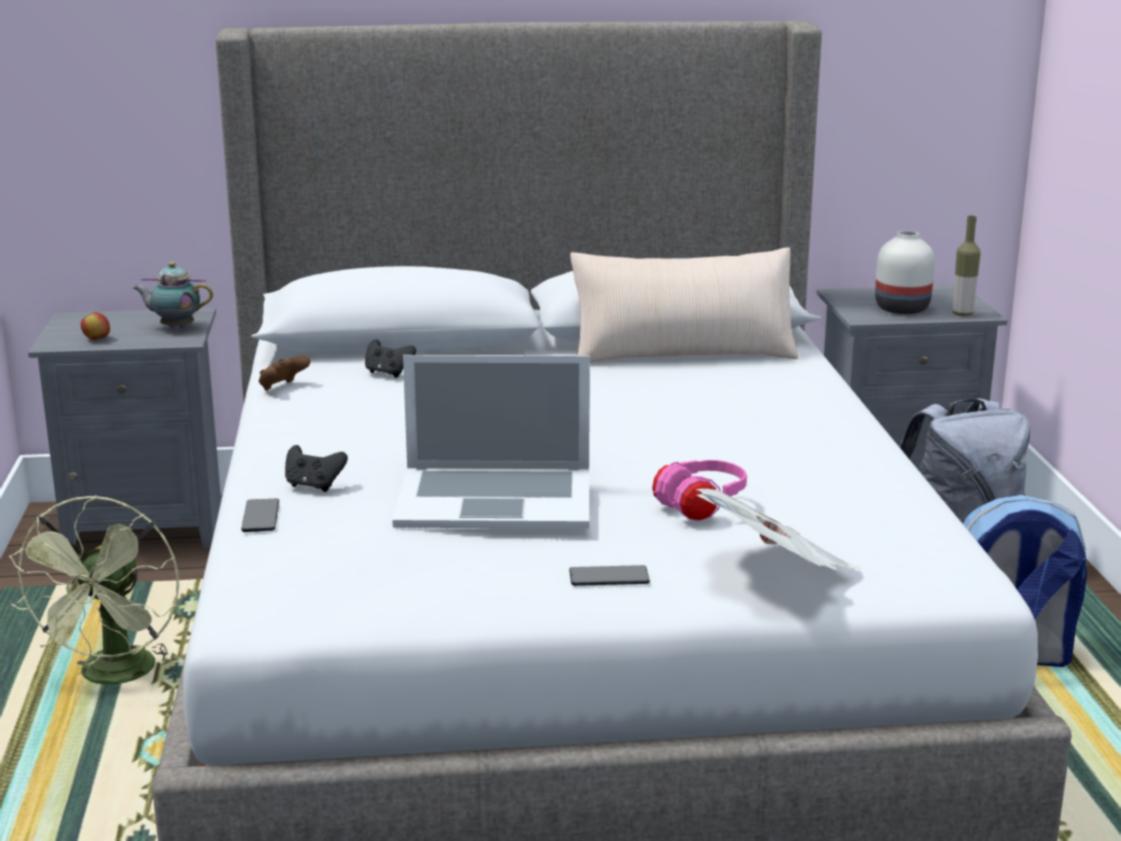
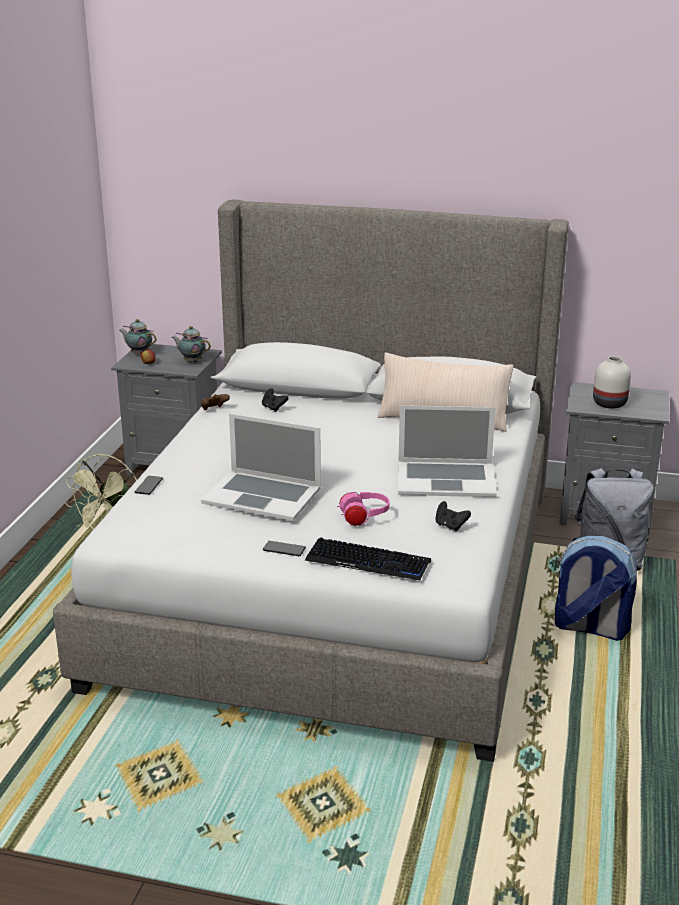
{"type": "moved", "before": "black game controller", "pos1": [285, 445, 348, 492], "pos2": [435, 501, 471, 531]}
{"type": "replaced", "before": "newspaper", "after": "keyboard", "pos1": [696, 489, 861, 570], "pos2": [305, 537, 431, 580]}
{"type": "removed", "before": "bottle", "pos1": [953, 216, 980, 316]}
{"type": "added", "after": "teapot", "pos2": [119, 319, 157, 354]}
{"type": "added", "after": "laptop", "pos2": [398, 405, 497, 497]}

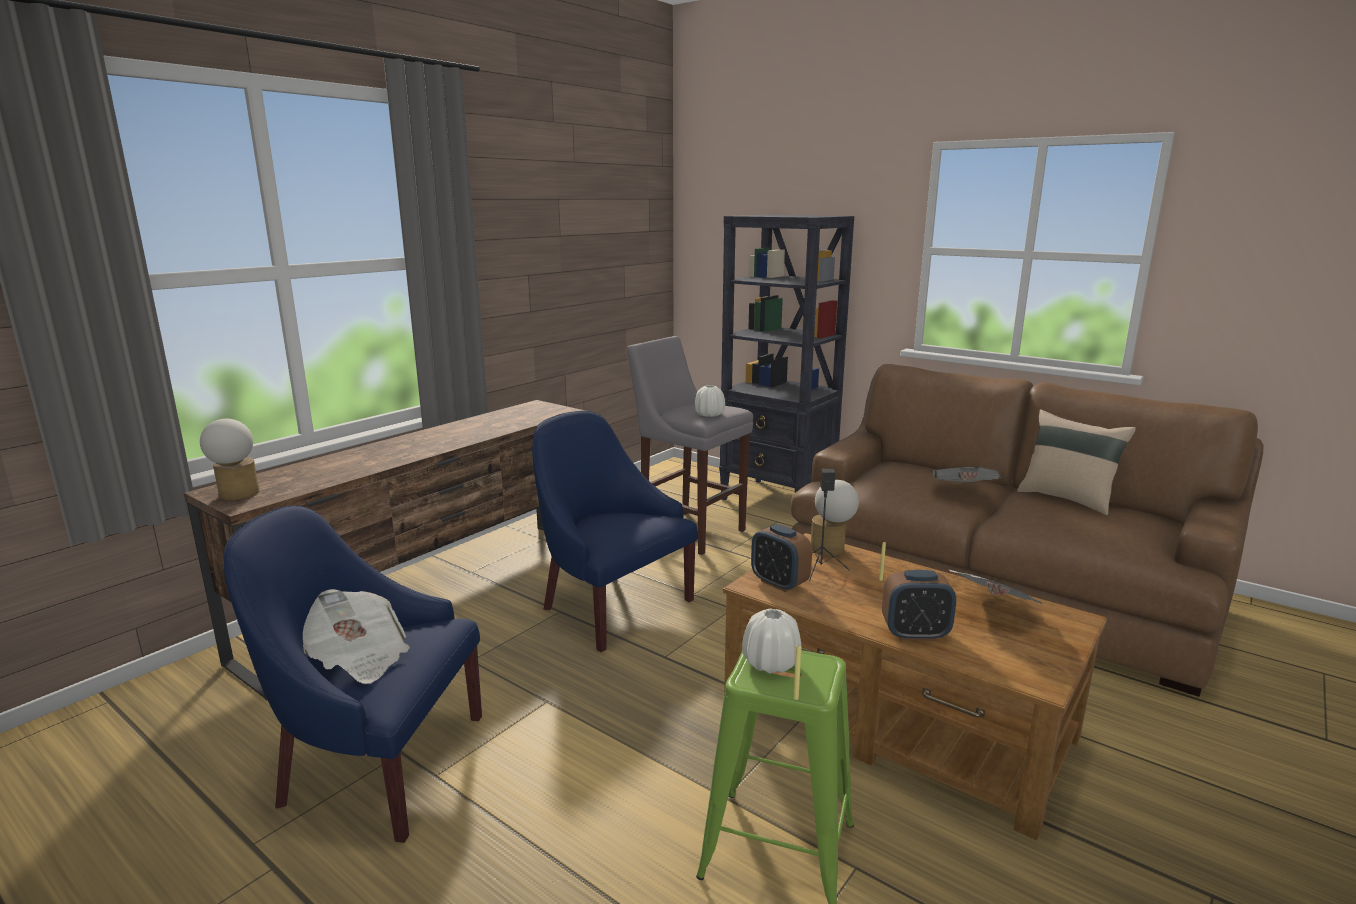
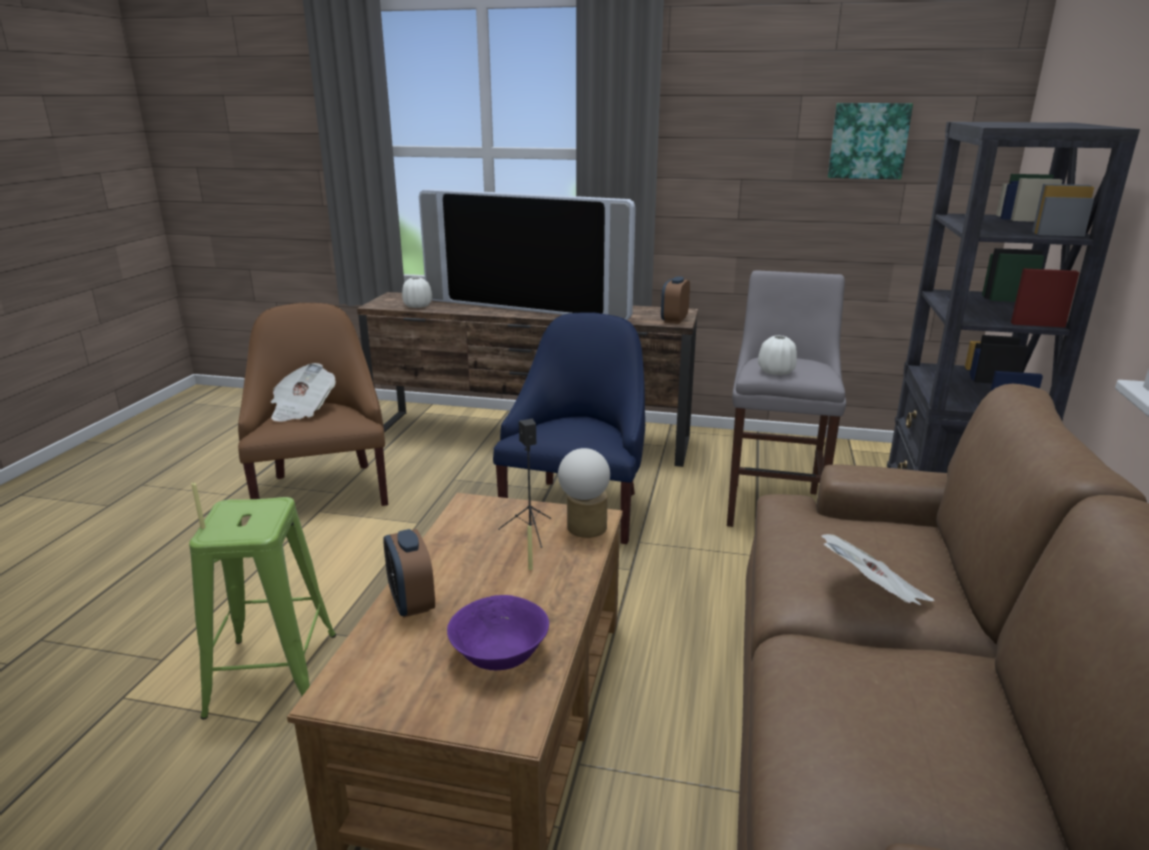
{"type": "removed", "before": "table lamp", "pos1": [200, 419, 259, 500]}
{"type": "recoloured", "before": "blue armchair", "after": "brown armchair", "pos1": [224, 506, 482, 843], "pos2": [238, 303, 388, 506]}
{"type": "moved", "before": "white vase", "pos1": [742, 609, 802, 674], "pos2": [402, 277, 432, 308]}
{"type": "moved", "before": "alarm clock", "pos1": [751, 524, 812, 592], "pos2": [661, 276, 690, 324]}
{"type": "replaced", "before": "newspaper", "after": "purple bowl", "pos1": [949, 570, 1043, 604], "pos2": [447, 595, 549, 670]}
{"type": "removed", "before": "beige pillow", "pos1": [1017, 409, 1136, 515]}
{"type": "added", "after": "television", "pos2": [419, 189, 636, 320]}
{"type": "added", "after": "picture", "pos2": [828, 103, 913, 179]}

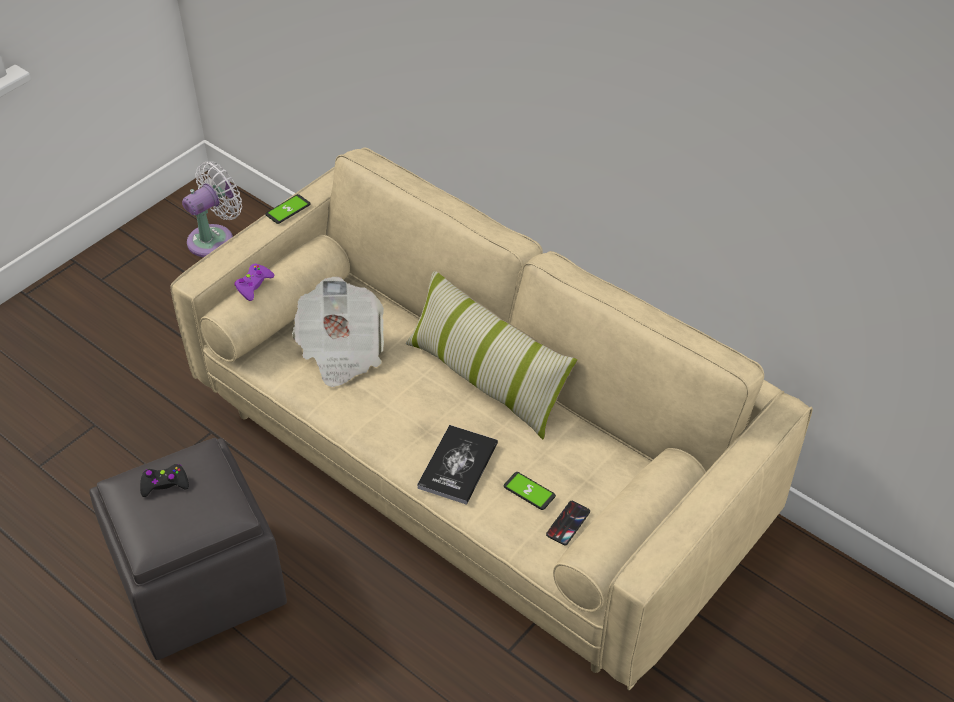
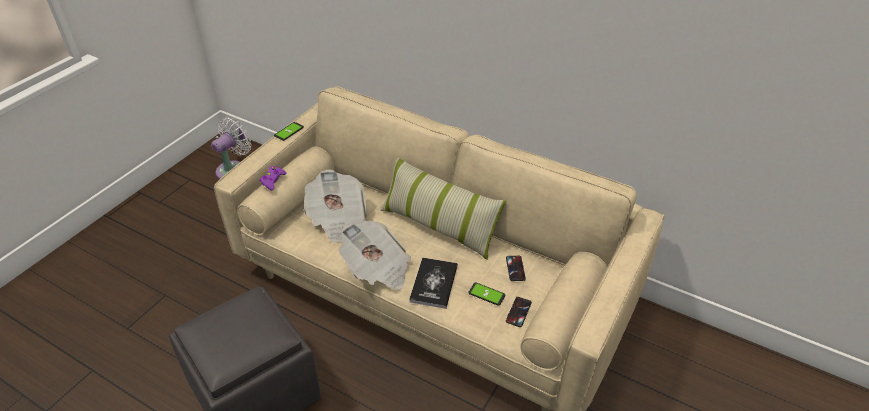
{"type": "removed", "before": "black game controller", "pos1": [140, 464, 189, 497]}
{"type": "added", "after": "newspaper", "pos2": [339, 221, 411, 290]}
{"type": "added", "after": "phone", "pos2": [506, 256, 526, 281]}

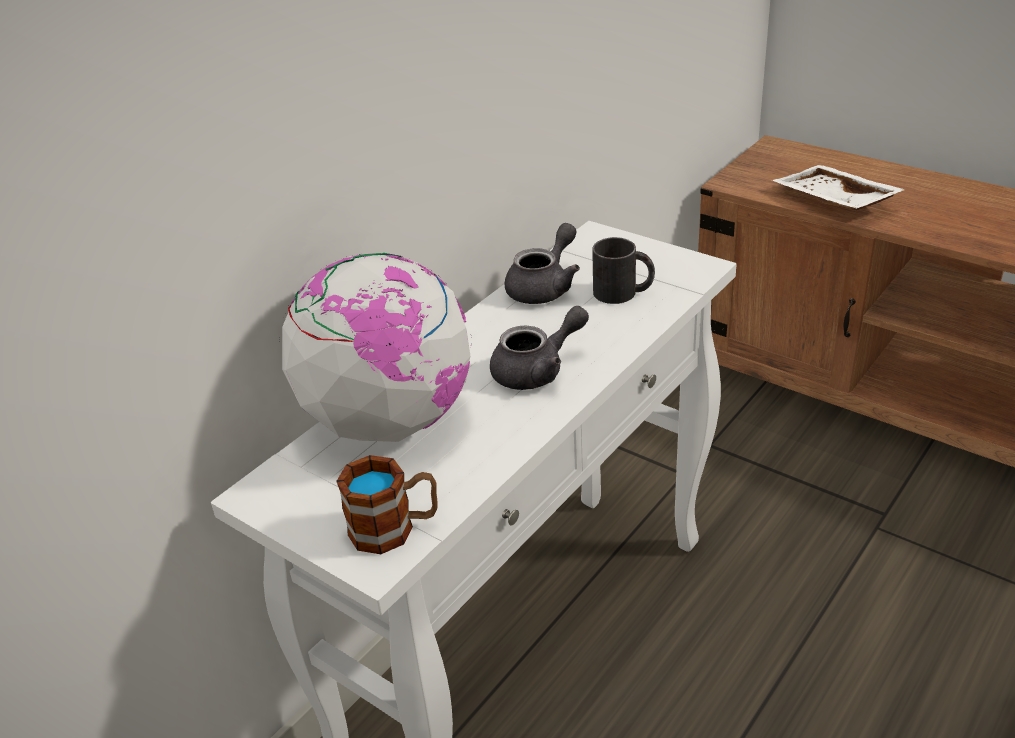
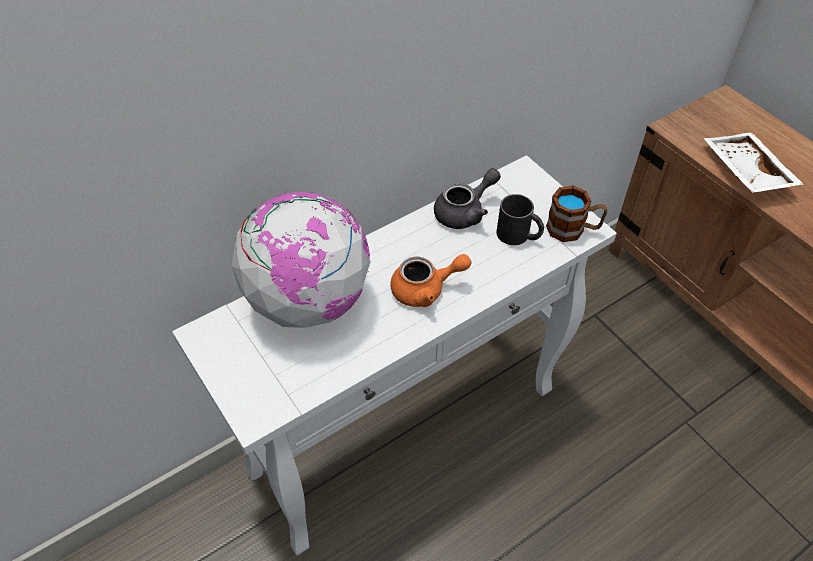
{"type": "moved", "before": "mug", "pos1": [336, 455, 437, 554], "pos2": [546, 186, 607, 242]}
{"type": "recoloured", "before": "grey teapot", "after": "orange teapot", "pos1": [490, 306, 589, 390], "pos2": [390, 254, 471, 307]}

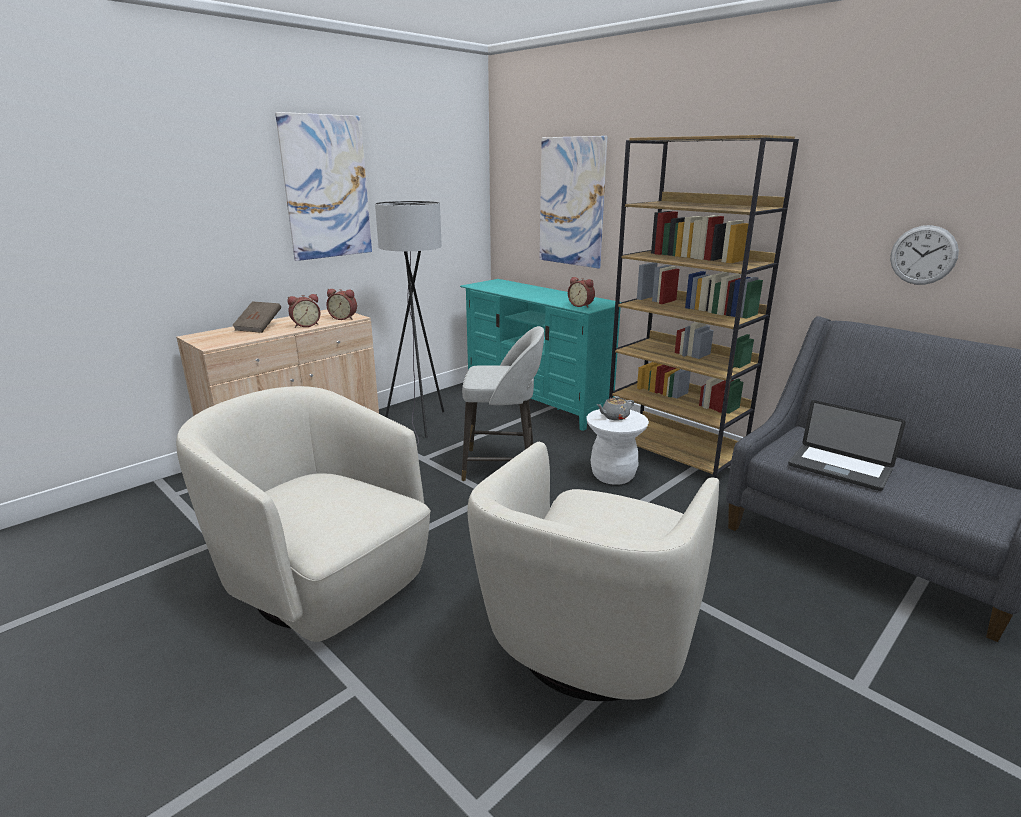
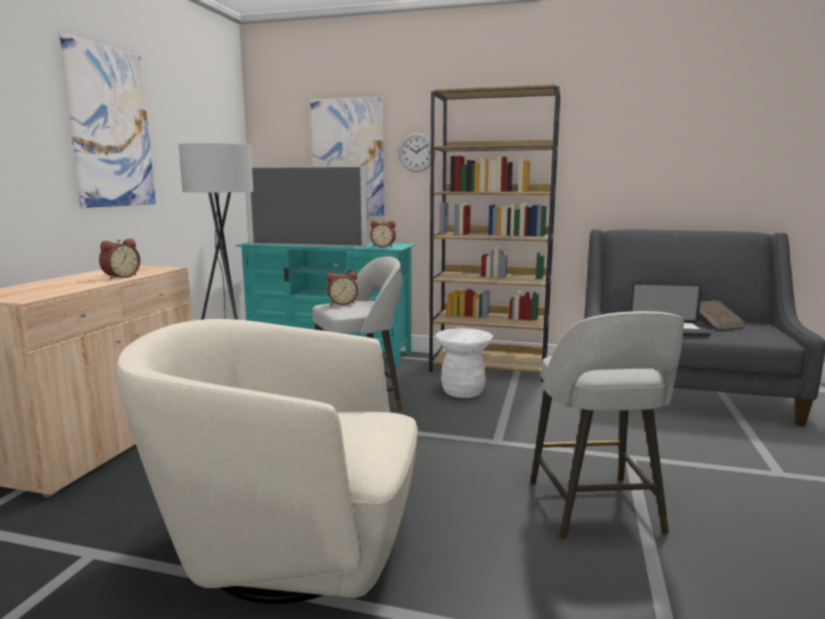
{"type": "moved", "before": "brown book", "pos1": [232, 301, 281, 333], "pos2": [699, 300, 746, 330]}
{"type": "moved", "before": "alarm clock", "pos1": [326, 289, 357, 320], "pos2": [326, 272, 358, 305]}
{"type": "replaced", "before": "beige armchair", "after": "grey stool", "pos1": [467, 442, 719, 701], "pos2": [531, 311, 684, 539]}
{"type": "removed", "before": "grey teapot", "pos1": [597, 396, 634, 421]}
{"type": "moved", "before": "wall clock", "pos1": [890, 225, 959, 285], "pos2": [399, 133, 436, 172]}
{"type": "added", "after": "television", "pos2": [245, 166, 368, 247]}

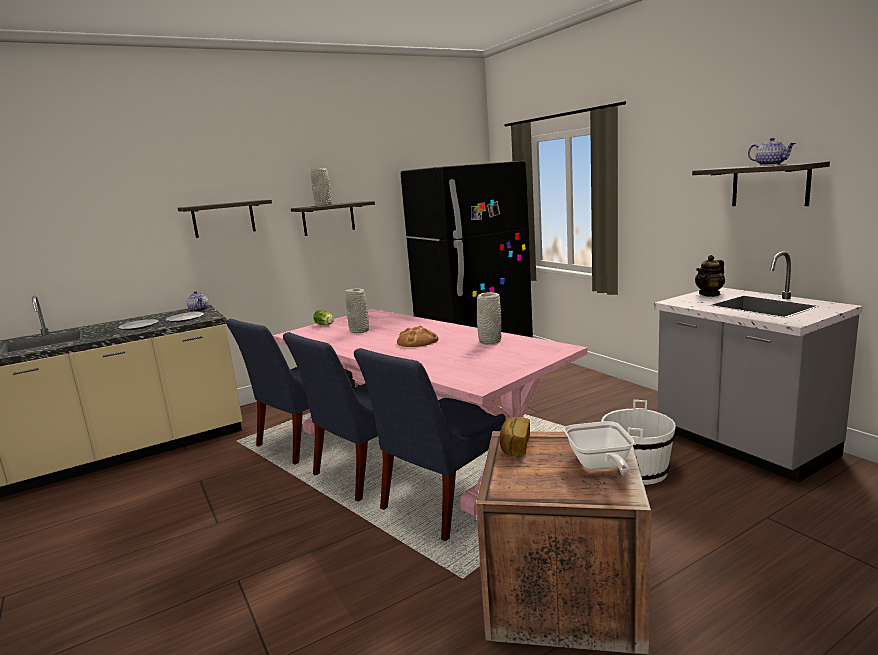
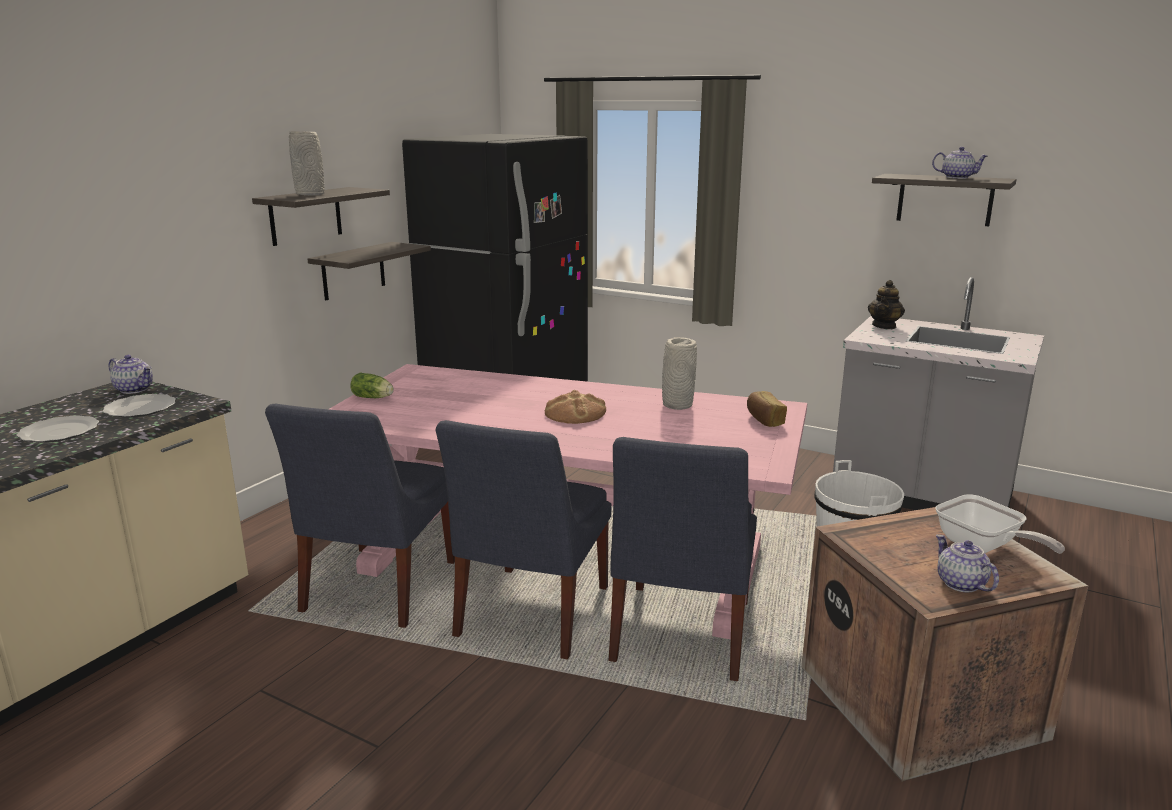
{"type": "moved", "before": "shelf", "pos1": [178, 200, 272, 238], "pos2": [307, 242, 431, 300]}
{"type": "removed", "before": "grey vase", "pos1": [345, 289, 369, 333]}
{"type": "moved", "before": "bread", "pos1": [500, 417, 530, 456], "pos2": [747, 391, 787, 427]}
{"type": "added", "after": "teapot", "pos2": [936, 534, 999, 592]}

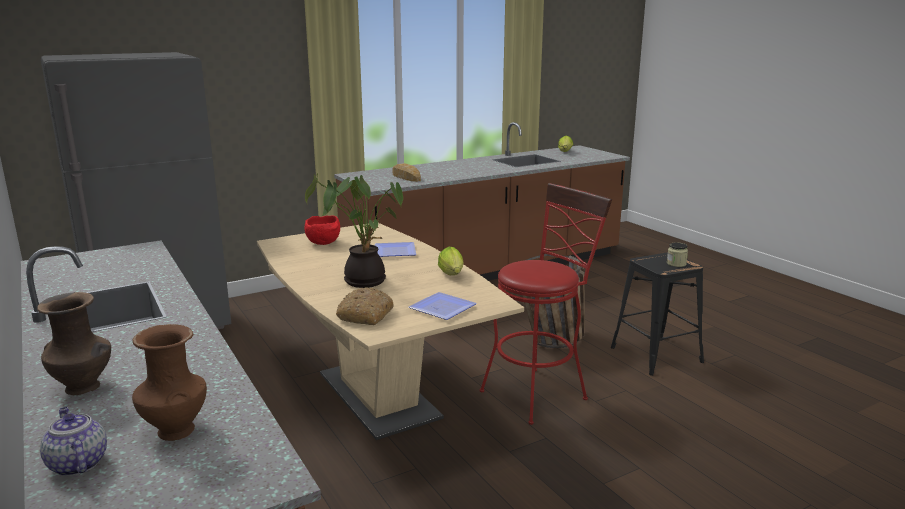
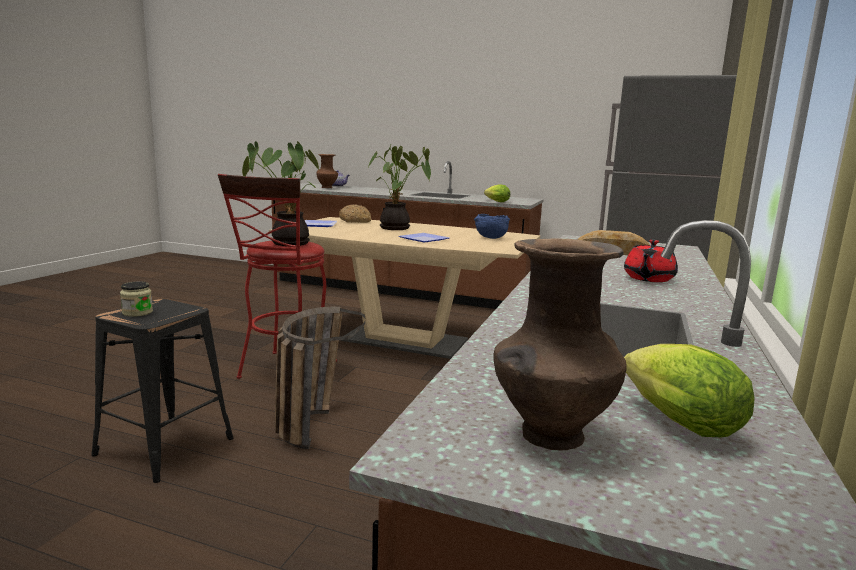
{"type": "moved", "before": "brown vase", "pos1": [37, 292, 111, 395], "pos2": [493, 238, 626, 450]}
{"type": "recoloured", "before": "red bowl", "after": "blue bowl", "pos1": [304, 215, 340, 245], "pos2": [474, 214, 510, 239]}
{"type": "moved", "before": "lettuce", "pos1": [438, 246, 464, 275], "pos2": [484, 184, 510, 202]}
{"type": "added", "after": "potted plant", "pos2": [242, 141, 320, 246]}
{"type": "added", "after": "red teapot", "pos2": [624, 240, 678, 282]}

